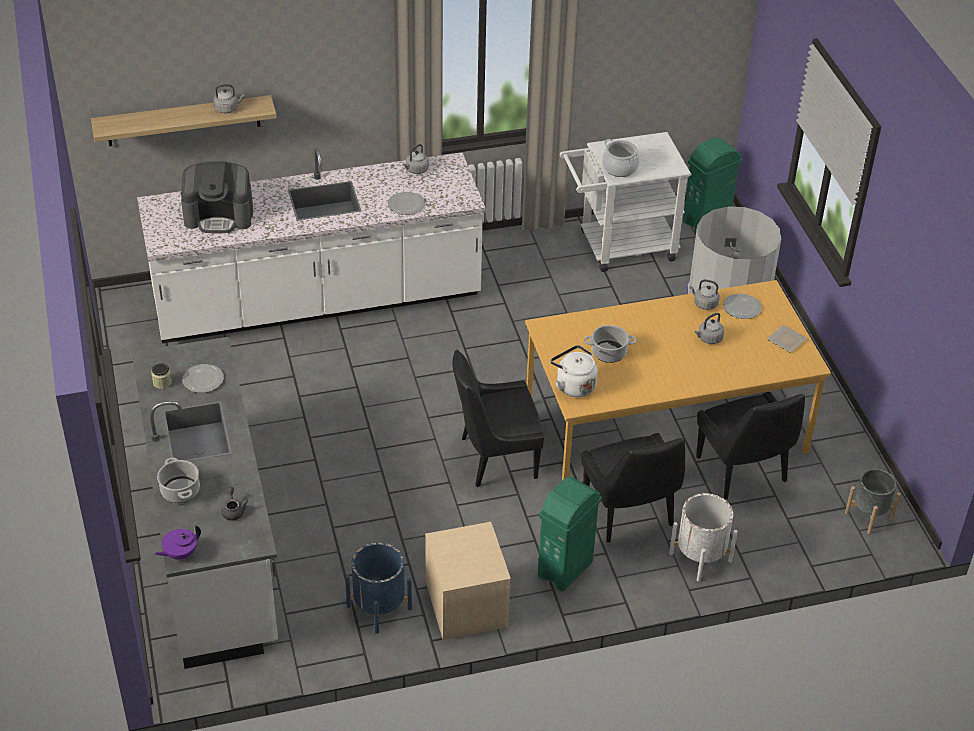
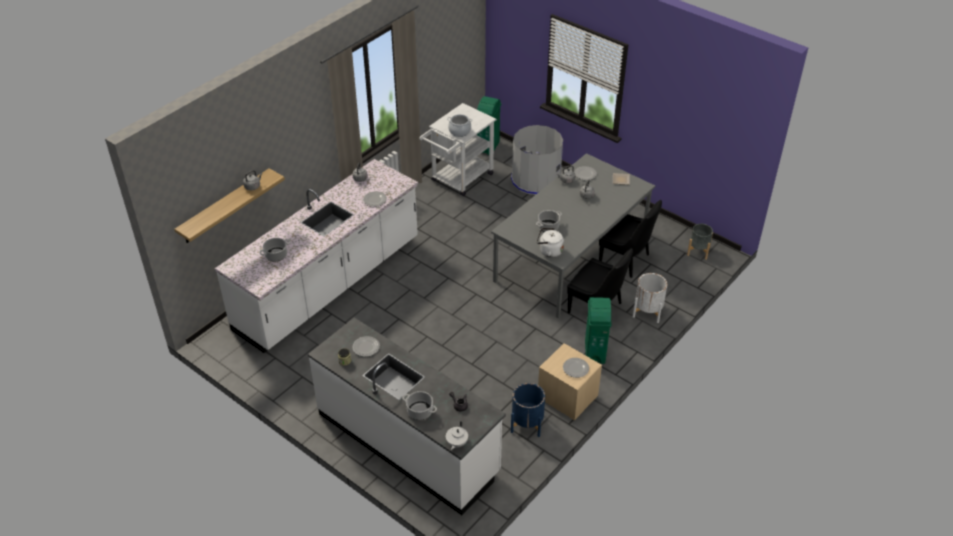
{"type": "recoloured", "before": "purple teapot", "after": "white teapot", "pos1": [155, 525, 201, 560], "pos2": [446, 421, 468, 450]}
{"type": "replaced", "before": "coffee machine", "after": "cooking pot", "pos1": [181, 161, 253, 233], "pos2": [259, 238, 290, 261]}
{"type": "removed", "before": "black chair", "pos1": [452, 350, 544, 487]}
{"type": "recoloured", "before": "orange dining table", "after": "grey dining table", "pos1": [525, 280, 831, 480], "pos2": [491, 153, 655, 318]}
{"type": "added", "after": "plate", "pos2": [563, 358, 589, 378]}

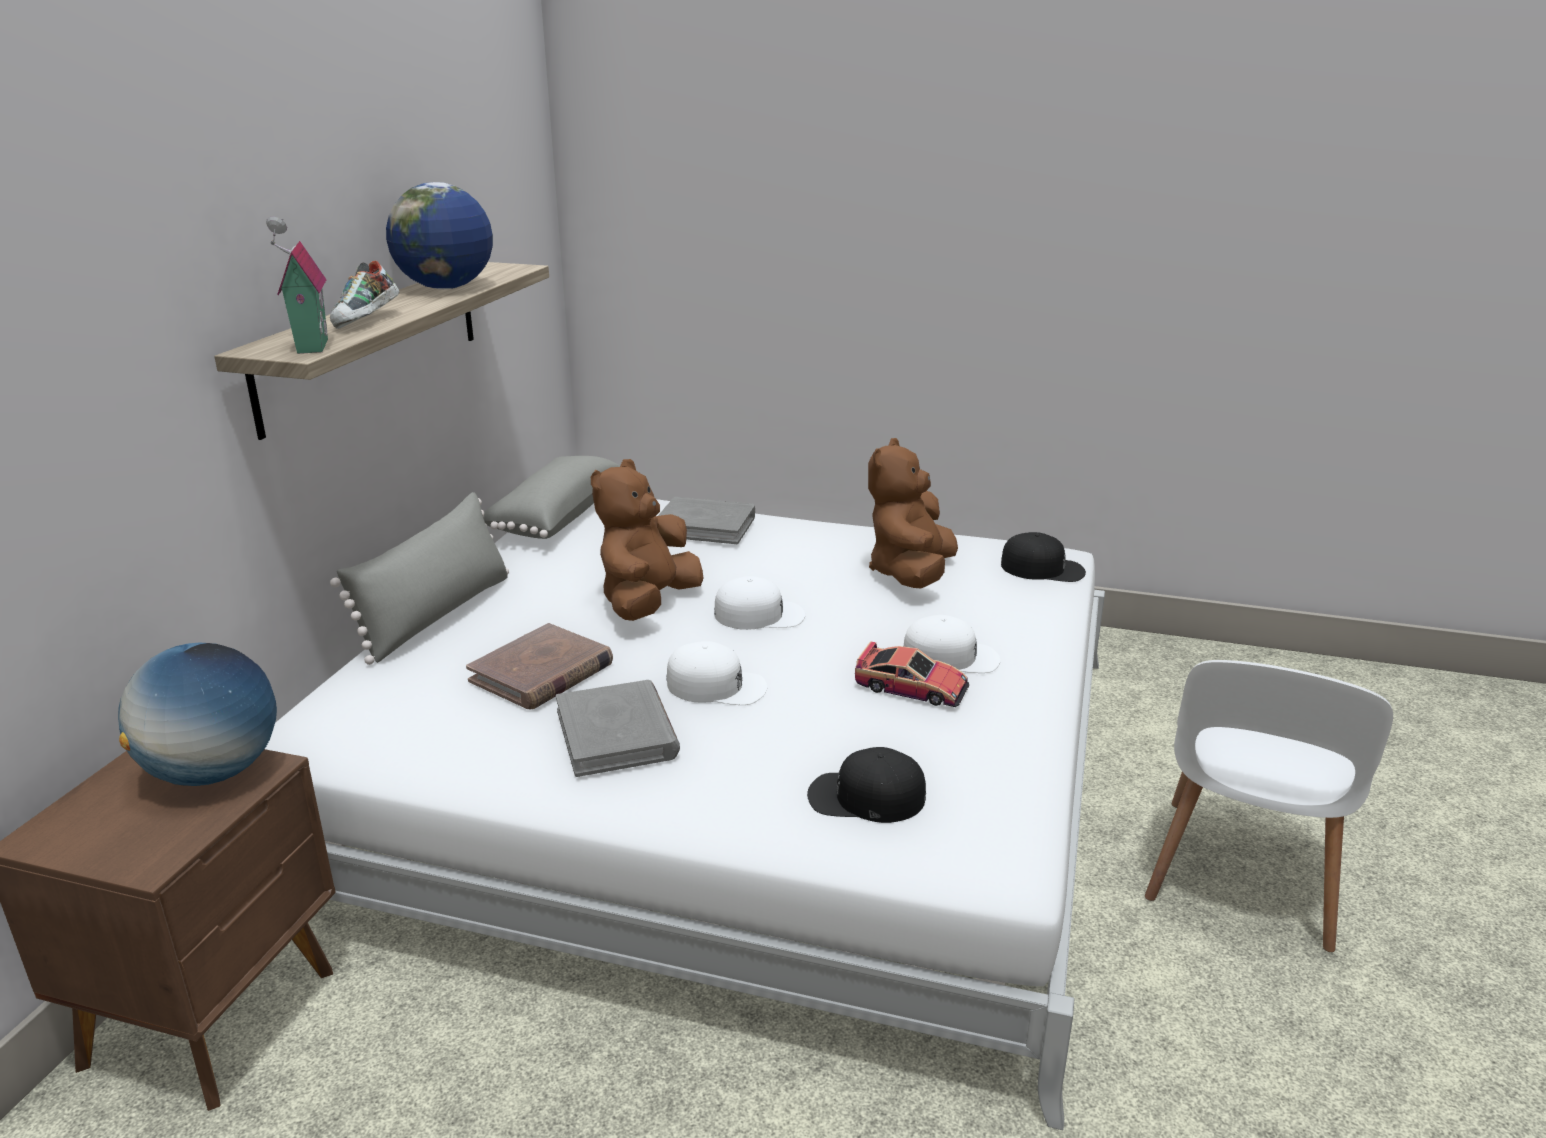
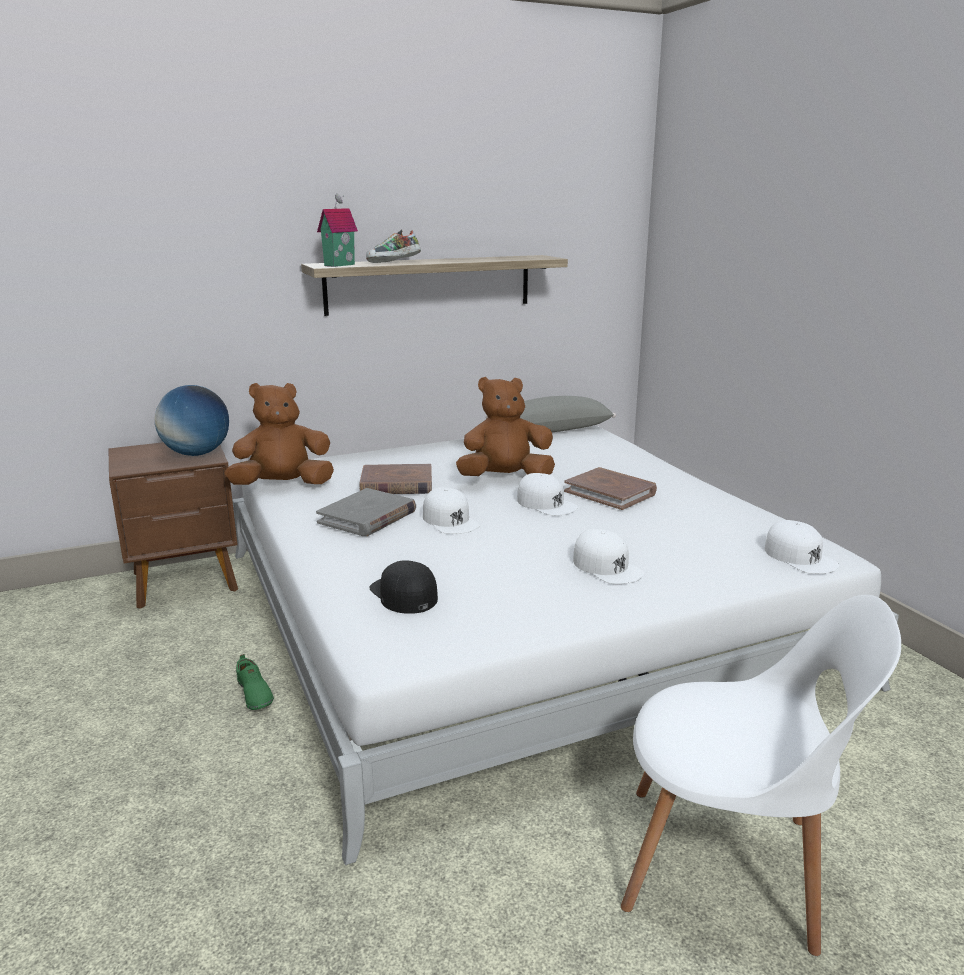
{"type": "removed", "before": "grey pillow", "pos1": [330, 492, 509, 665]}
{"type": "removed", "before": "globe", "pos1": [386, 182, 493, 289]}
{"type": "removed", "before": "grey book", "pos1": [658, 497, 755, 544]}
{"type": "removed", "before": "toy car", "pos1": [855, 641, 969, 707]}
{"type": "moved", "before": "brown plush toy", "pos1": [868, 438, 958, 588], "pos2": [225, 383, 334, 485]}
{"type": "recoloured", "before": "black cap", "after": "white cap", "pos1": [1001, 532, 1086, 582], "pos2": [765, 520, 839, 574]}
{"type": "turned", "before": "white chair", "pos1": [1145, 660, 1393, 952], "pos2": [621, 595, 901, 956], "turn": -150}
{"type": "added", "after": "green shoe", "pos2": [236, 654, 274, 710]}
{"type": "added", "after": "brown book", "pos2": [564, 467, 657, 510]}

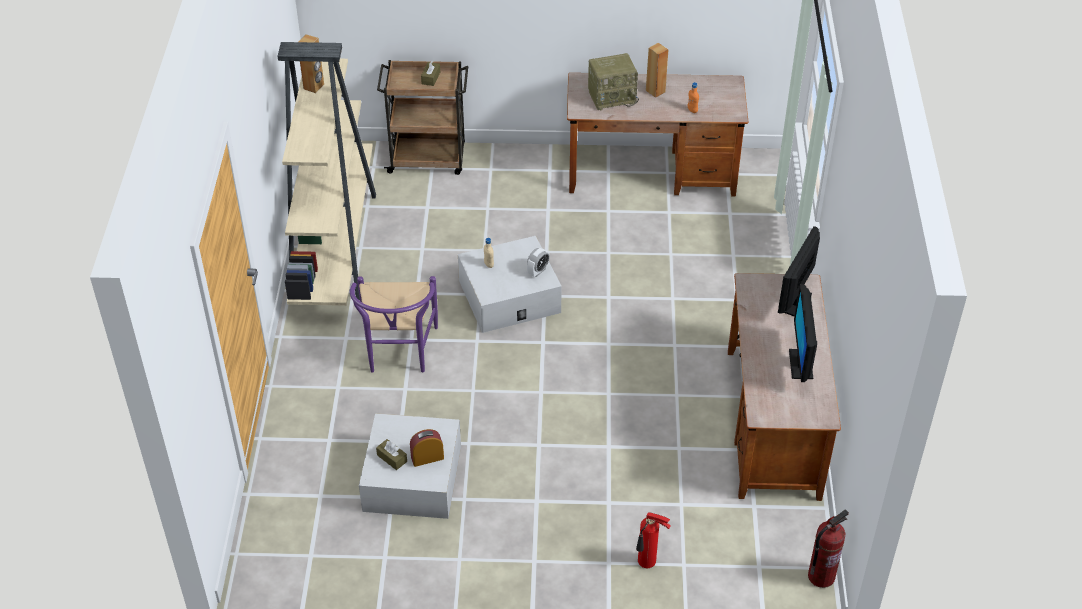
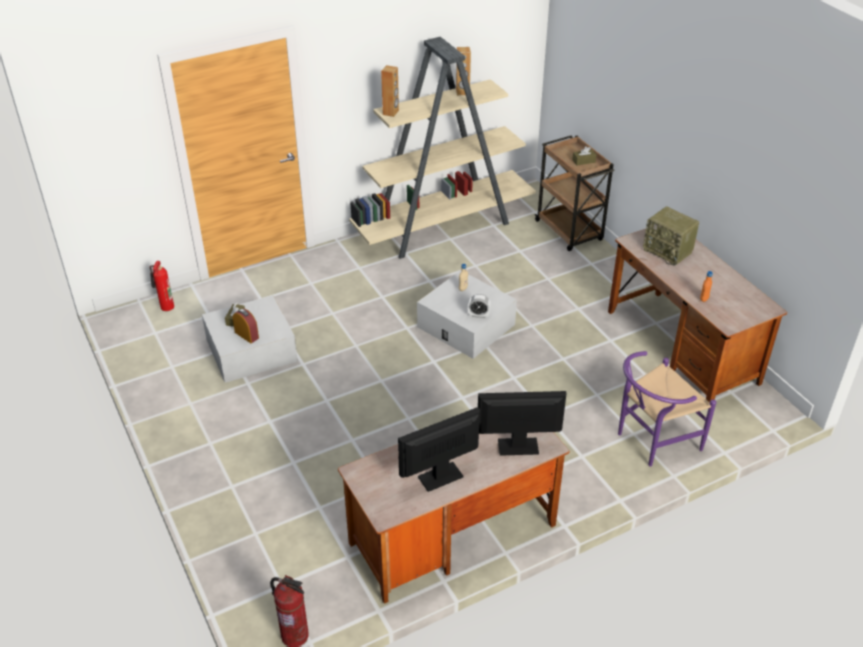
{"type": "moved", "before": "purple chair", "pos1": [350, 276, 438, 373], "pos2": [618, 351, 716, 467]}
{"type": "moved", "before": "fire extinguisher", "pos1": [636, 512, 670, 568], "pos2": [150, 261, 174, 311]}
{"type": "moved", "before": "brown speaker", "pos1": [646, 43, 669, 98], "pos2": [381, 65, 399, 117]}

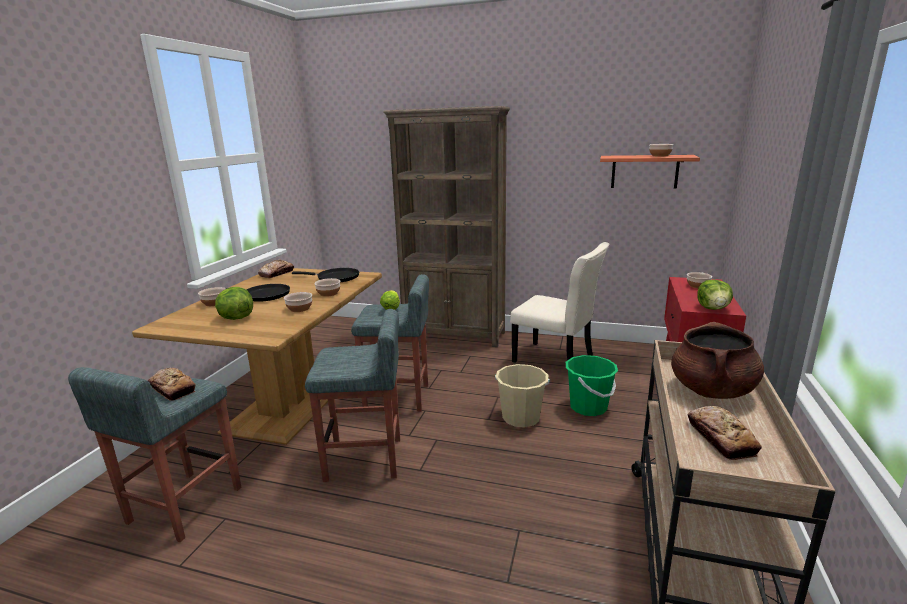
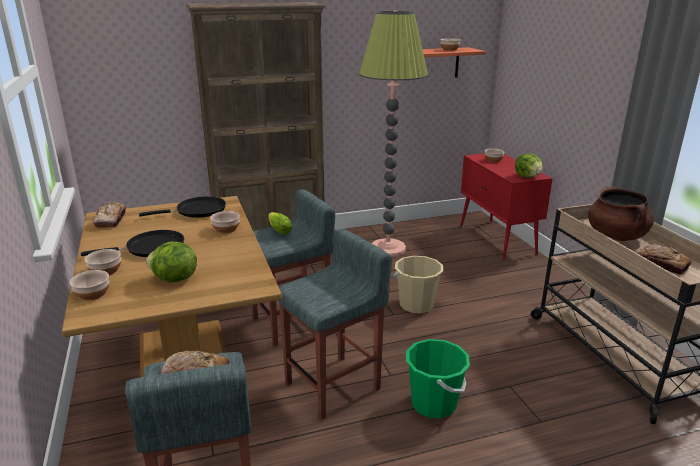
{"type": "moved", "before": "bowl", "pos1": [284, 292, 312, 312], "pos2": [70, 270, 109, 300]}
{"type": "replaced", "before": "beige chair", "after": "floor lamp", "pos1": [510, 242, 610, 363], "pos2": [359, 11, 428, 257]}
{"type": "moved", "before": "green bucket", "pos1": [566, 355, 618, 416], "pos2": [406, 339, 470, 419]}

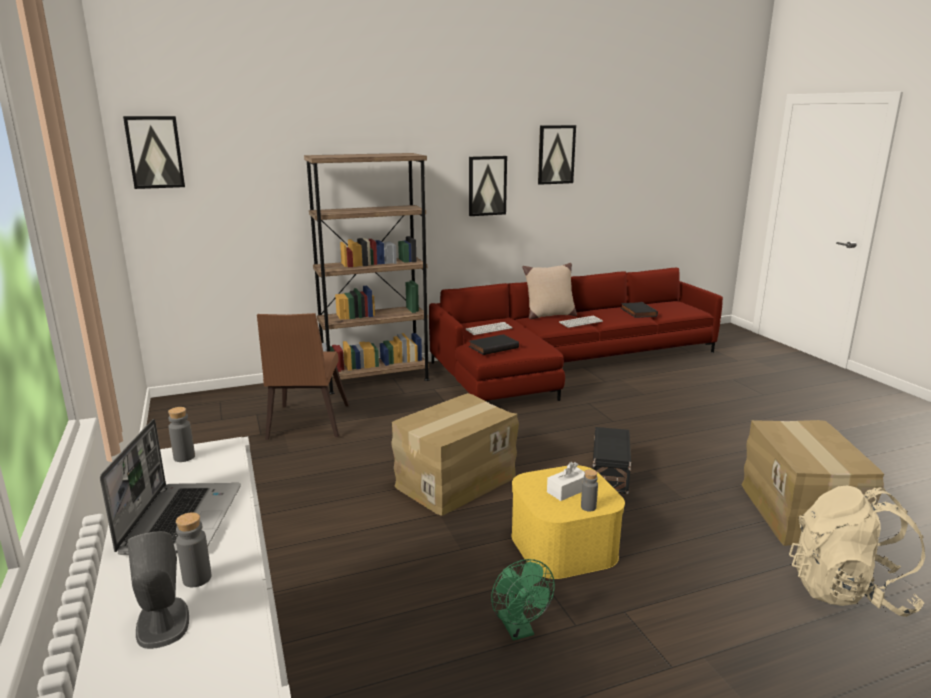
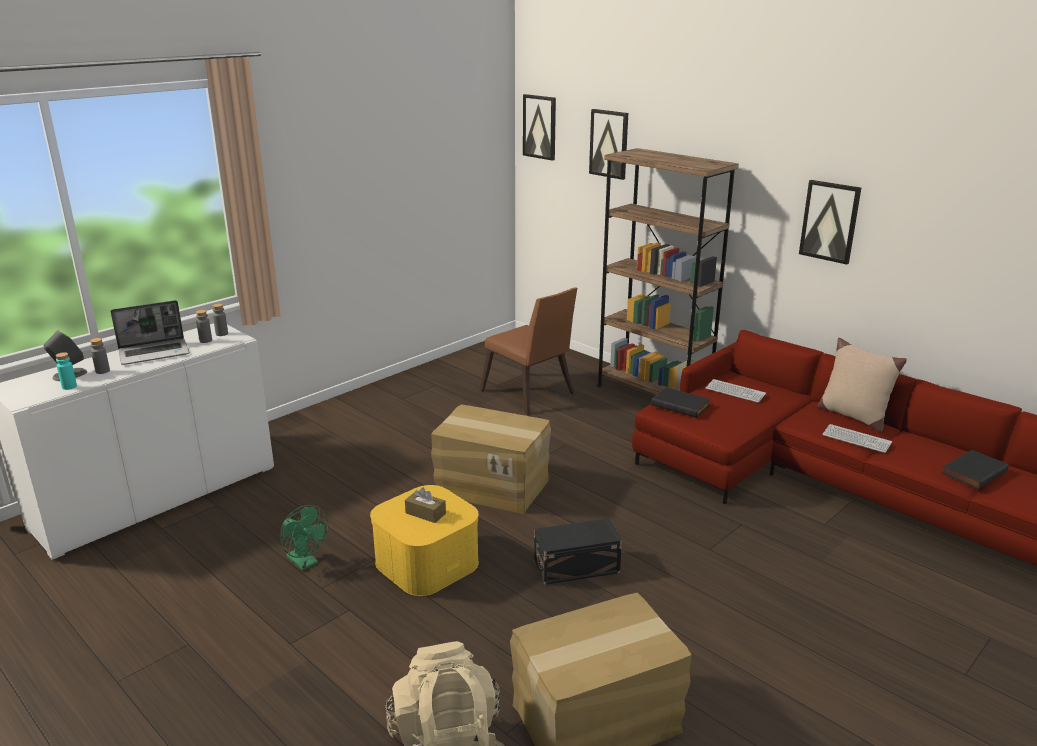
{"type": "turned", "before": "brown chair", "pos1": [257, 313, 349, 440], "pos2": [480, 288, 577, 415], "turn": -105}
{"type": "turned", "before": "green fan", "pos1": [491, 559, 555, 641], "pos2": [280, 505, 328, 570], "turn": -90}
{"type": "moved", "before": "picture", "pos1": [538, 125, 576, 185], "pos2": [589, 109, 628, 180]}
{"type": "recoloured", "before": "white tissue box", "after": "brown tissue box", "pos1": [547, 462, 585, 501], "pos2": [405, 487, 446, 523]}
{"type": "moved", "before": "grey bottle", "pos1": [581, 469, 598, 512], "pos2": [196, 310, 212, 343]}
{"type": "added", "after": "turquoise bottle", "pos2": [56, 352, 77, 390]}

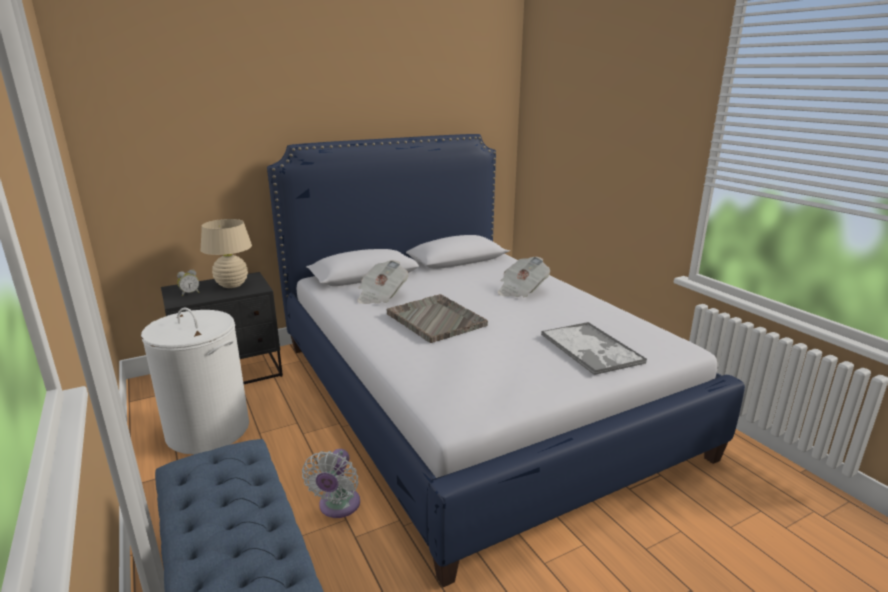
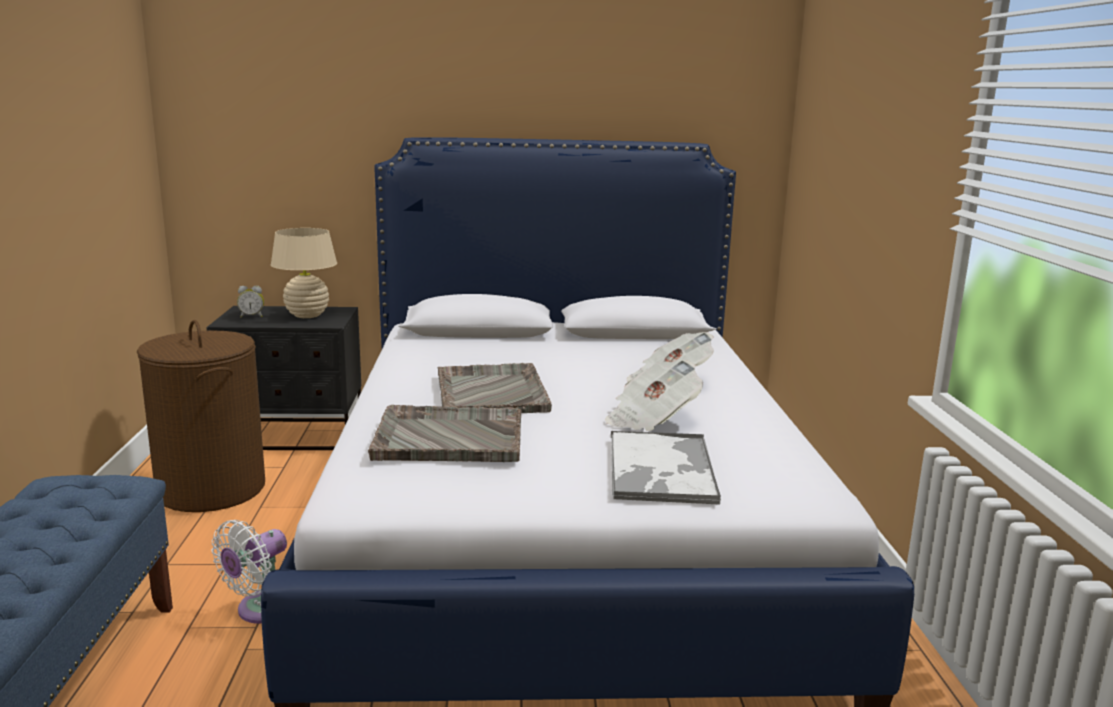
{"type": "recoloured", "before": "white laundry basket", "after": "brown laundry basket", "pos1": [141, 308, 249, 454], "pos2": [137, 320, 265, 512]}
{"type": "moved", "before": "newspaper", "pos1": [357, 260, 408, 304], "pos2": [605, 360, 703, 431]}
{"type": "added", "after": "grey tray", "pos2": [368, 405, 521, 462]}

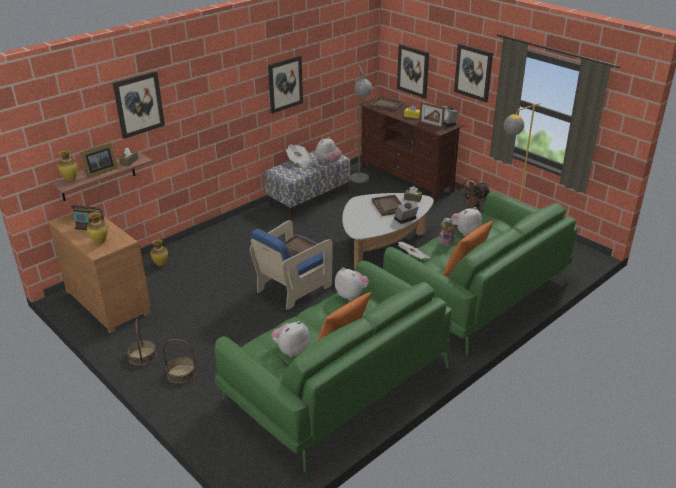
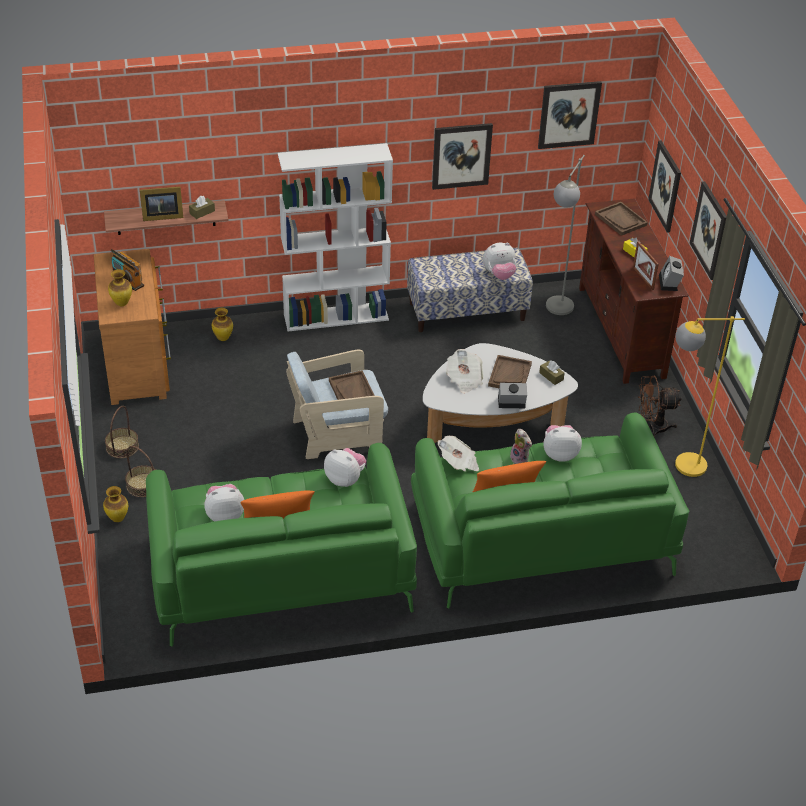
{"type": "moved", "before": "vase", "pos1": [57, 149, 78, 181], "pos2": [103, 486, 128, 522]}
{"type": "moved", "before": "picture", "pos1": [113, 71, 165, 139], "pos2": [538, 81, 602, 149]}
{"type": "recoloured", "before": "blue armchair", "after": "beige armchair", "pos1": [250, 220, 333, 310], "pos2": [286, 350, 388, 459]}
{"type": "moved", "before": "newspaper", "pos1": [286, 144, 312, 167], "pos2": [446, 349, 483, 394]}
{"type": "turned", "before": "plush toy", "pos1": [335, 267, 369, 301], "pos2": [324, 448, 366, 487], "turn": -45}
{"type": "added", "after": "white bookcase", "pos2": [278, 143, 393, 331]}

